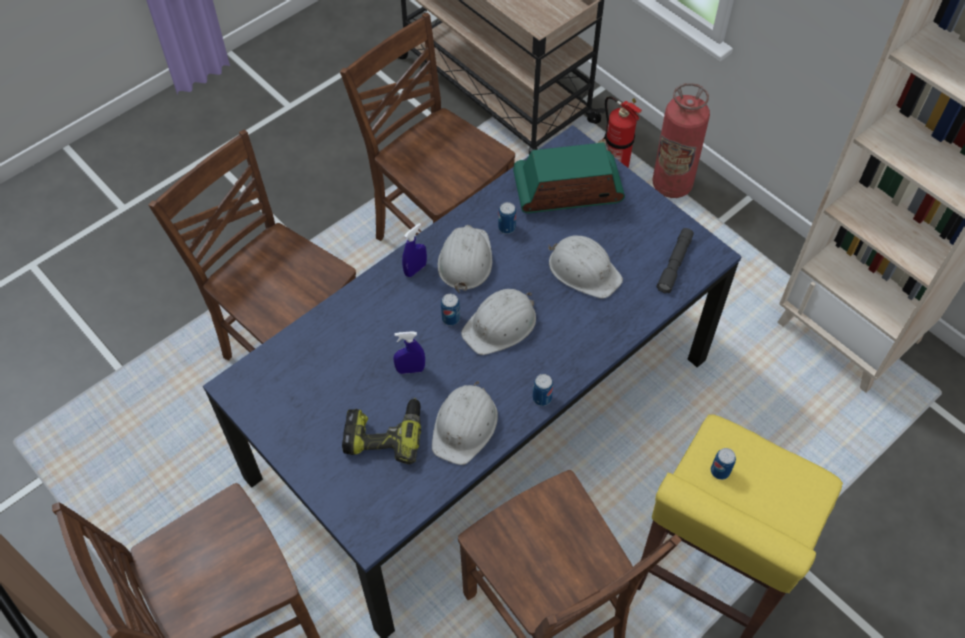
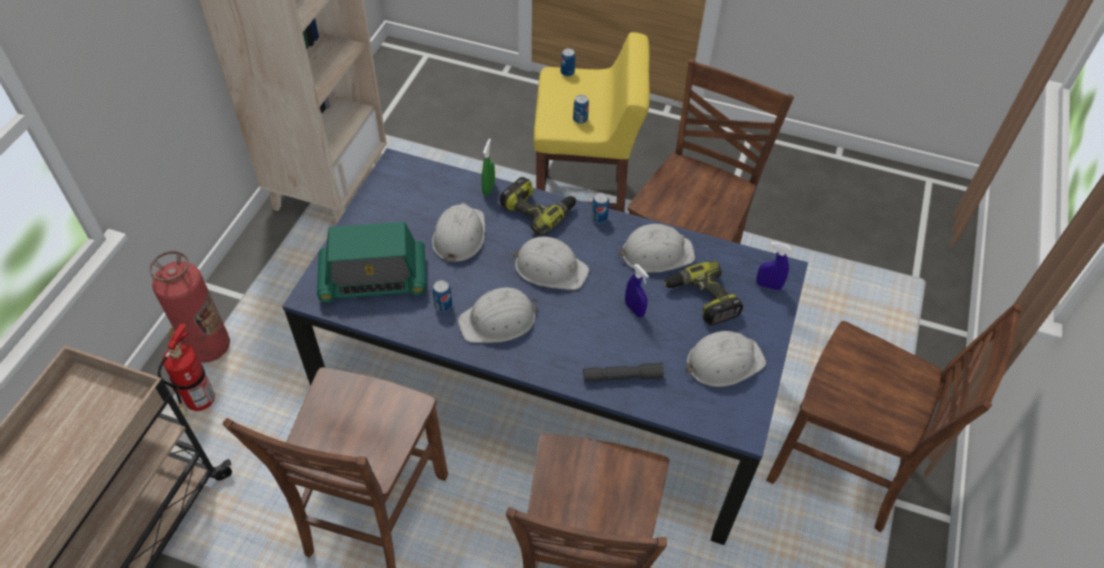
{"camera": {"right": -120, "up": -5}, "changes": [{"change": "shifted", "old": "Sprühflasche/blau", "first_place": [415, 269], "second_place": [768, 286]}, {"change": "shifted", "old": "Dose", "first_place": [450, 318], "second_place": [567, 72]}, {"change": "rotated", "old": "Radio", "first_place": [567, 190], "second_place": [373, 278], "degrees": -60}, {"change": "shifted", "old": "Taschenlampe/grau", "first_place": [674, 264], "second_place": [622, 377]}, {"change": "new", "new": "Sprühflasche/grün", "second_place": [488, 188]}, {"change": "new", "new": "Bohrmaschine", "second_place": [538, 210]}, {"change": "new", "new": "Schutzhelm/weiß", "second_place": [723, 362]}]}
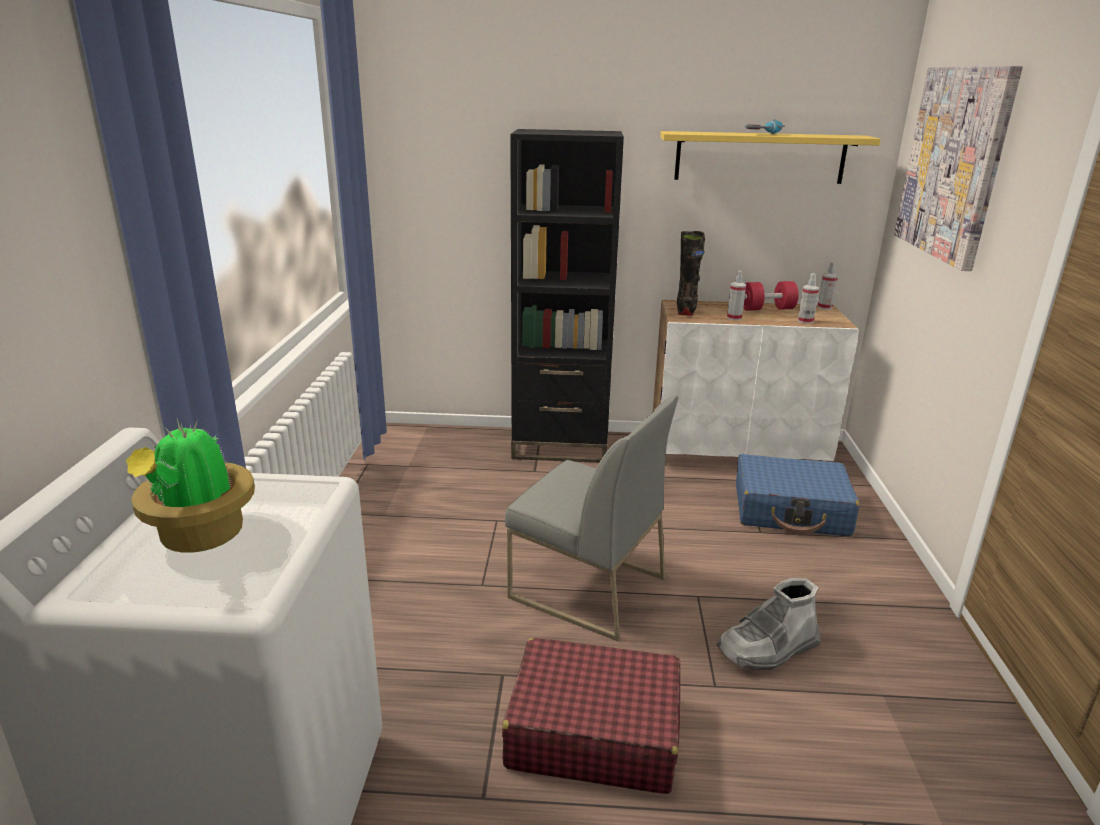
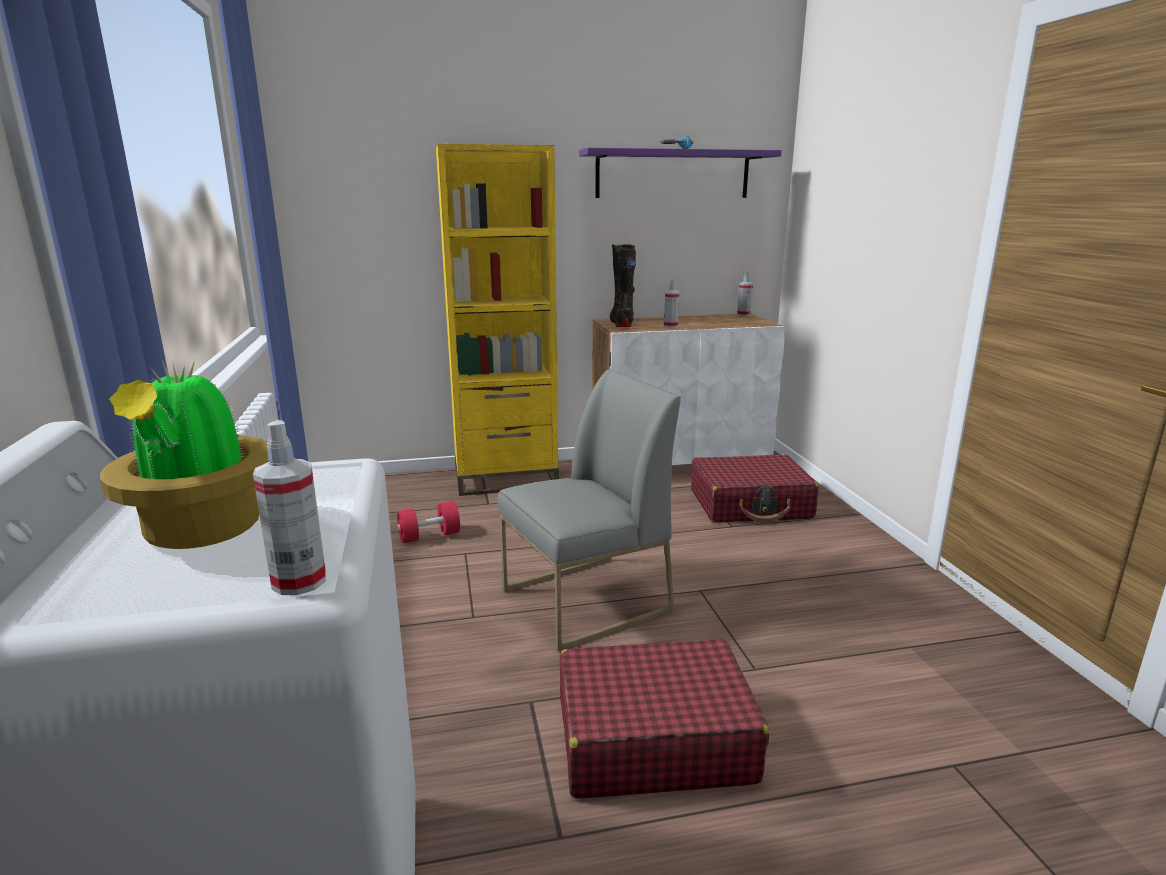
{"camera": {"right": -15, "up": -5}, "changes": [{"change": "rotated", "old": "Stuhl/grau", "first_place": [586, 588], "second_place": [586, 601], "degrees": -45}, {"change": "repainted", "old": "Bücherregal/schwarz", "new": "Bücherregal/gelb", "first_place": [560, 446], "second_place": [505, 479]}, {"change": "repainted", "old": "Wandregal/gelb", "new": "Wandregal/lila", "first_place": [760, 157], "second_place": [673, 174]}, {"change": "gone", "old": "Stiefel/grau", "first_place": [768, 649]}, {"change": "repainted", "old": "Koffer/blau", "new": "Koffer/rot", "first_place": [791, 510], "second_place": [750, 504]}, {"change": "shifted", "old": "Hantel/rot", "first_place": [767, 309], "second_place": [429, 536]}, {"change": "shifted", "old": "Sprühflasche", "first_place": [805, 321], "second_place": [299, 581]}, {"change": "gone", "old": "Bild", "first_place": [954, 163]}]}
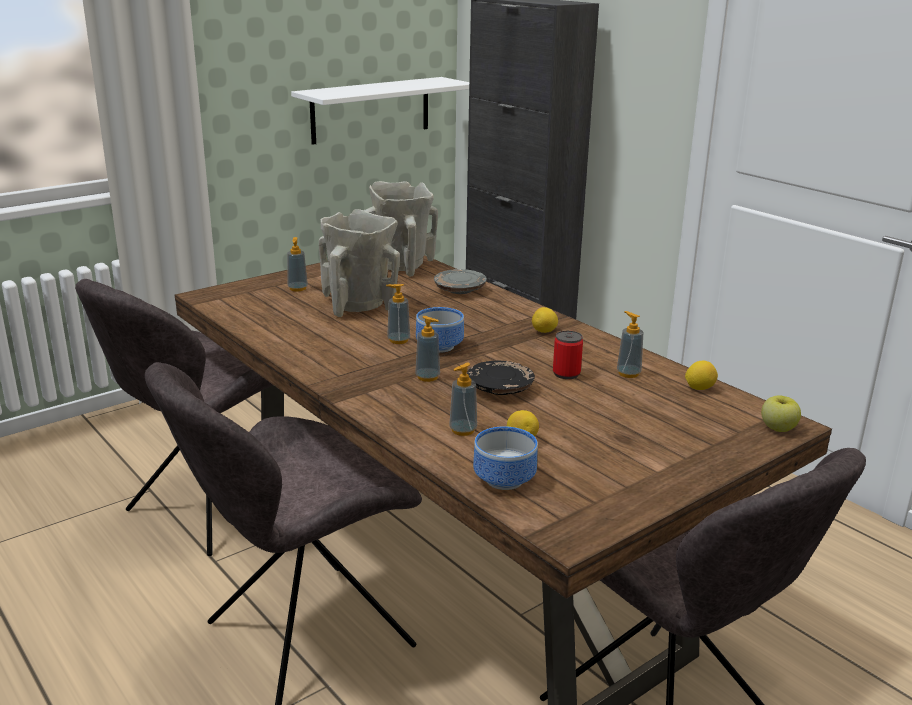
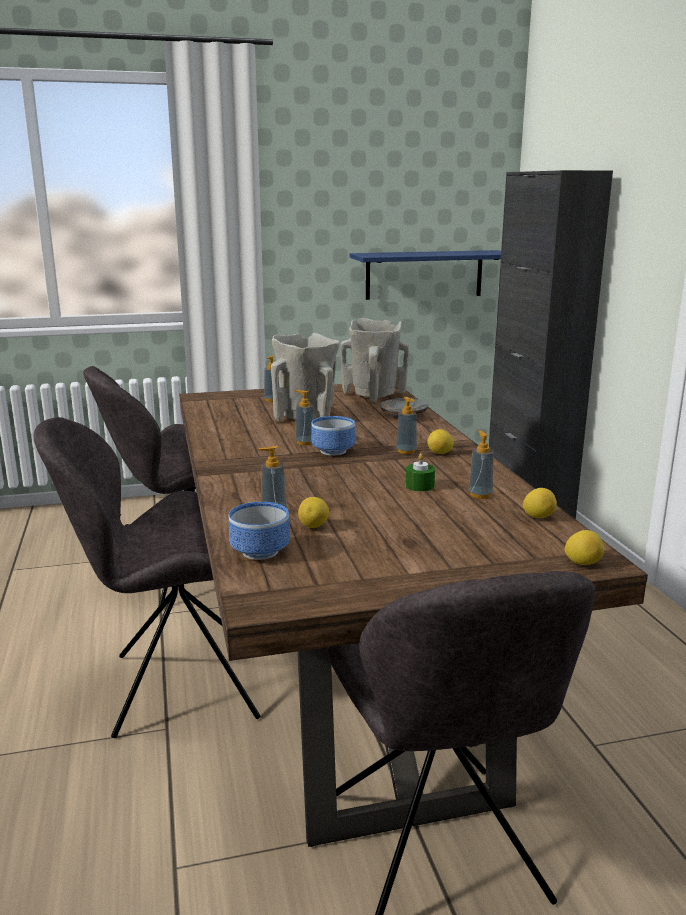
{"camera": {"right": 25, "up": -5}, "changes": [{"change": "repainted", "old": "Wandregal/weiß", "new": "Wandregal/blau", "first_place": [371, 110], "second_place": [424, 274]}, {"change": "shifted", "old": "Seifenspender", "first_place": [427, 377], "second_place": [406, 451]}, {"change": "gone", "old": "Teller/schwarz", "first_place": [500, 388]}, {"change": "swapped", "old": "Dose", "new": "Kerze/grün", "first_place": [566, 374], "second_place": [419, 486]}, {"change": "swapped", "old": "Apfel", "new": "Zitrone", "first_place": [778, 428], "second_place": [582, 563]}]}
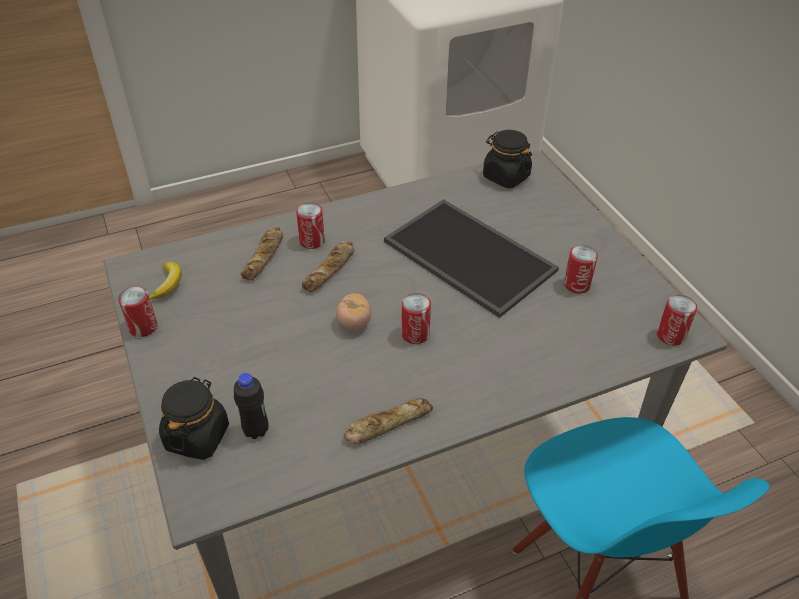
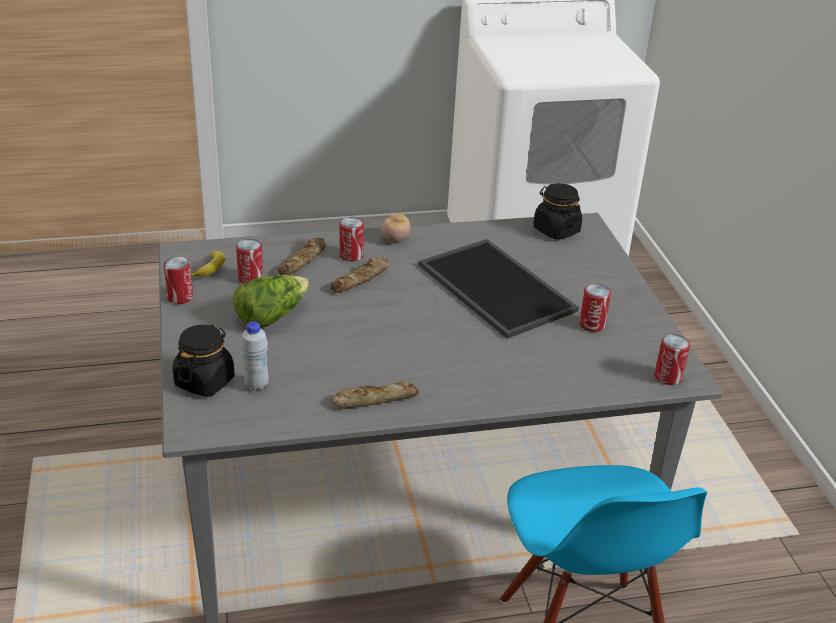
{"camera": {"right": 10, "up": -10}, "changes": [{"change": "repainted", "old": "Flasche/schwarz", "new": "Flasche/weiß", "first_place": [256, 430], "second_place": [256, 385]}, {"change": "shifted", "old": "Tomate", "first_place": [354, 323], "second_place": [395, 239]}, {"change": "shifted", "old": "Dose", "first_place": [415, 334], "second_place": [250, 278]}, {"change": "new", "new": "Salatkopf", "second_place": [271, 316]}]}
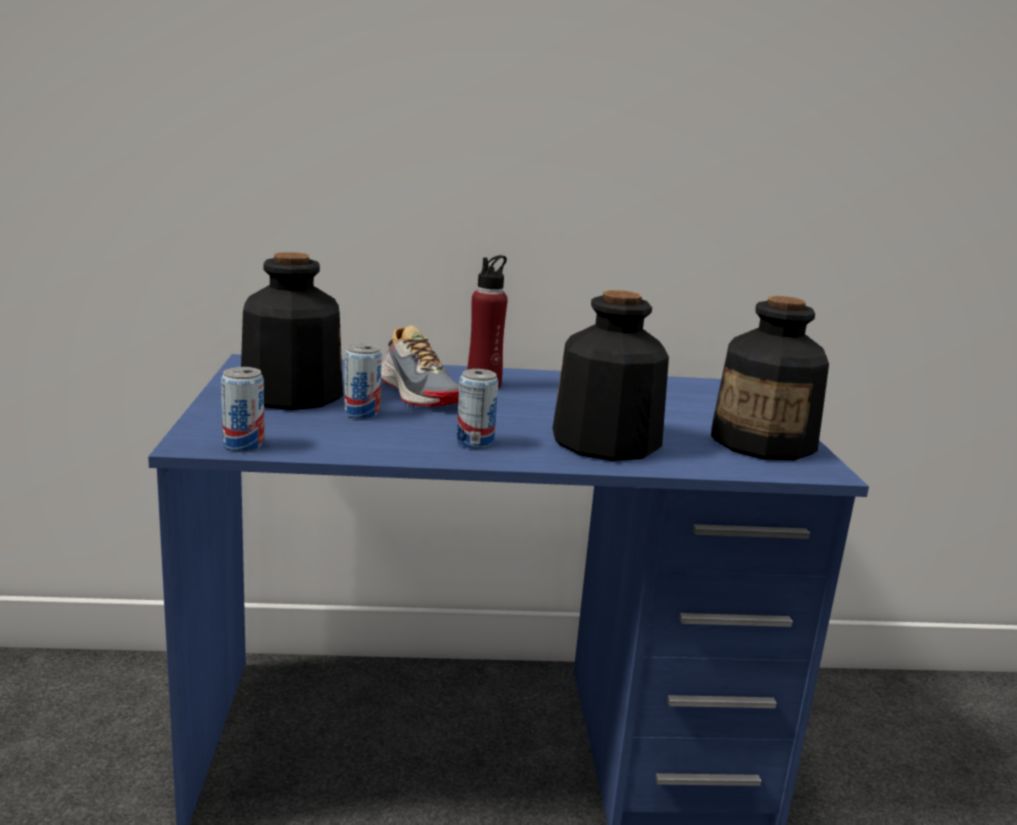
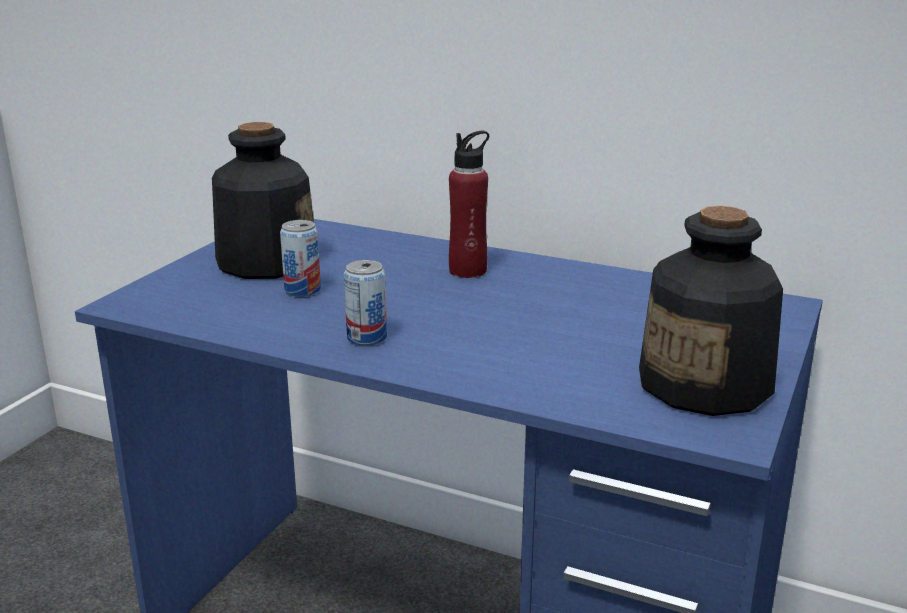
{"camera": {"right": 30, "up": 5}, "changes": [{"change": "gone", "old": "Dose", "first_place": [243, 445]}, {"change": "gone", "old": "Schuh", "first_place": [418, 392]}, {"change": "gone", "old": "Flasche", "first_place": [605, 442]}]}
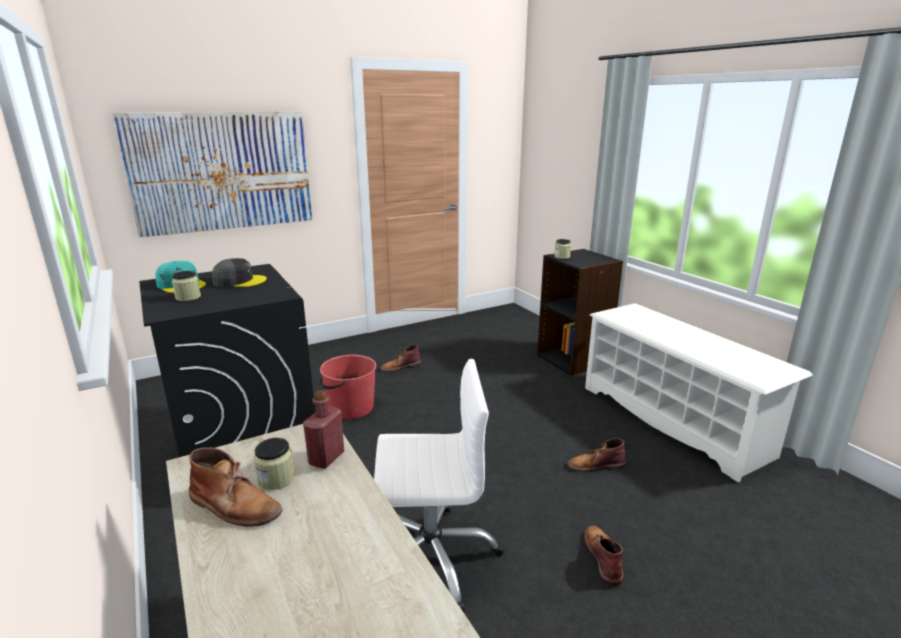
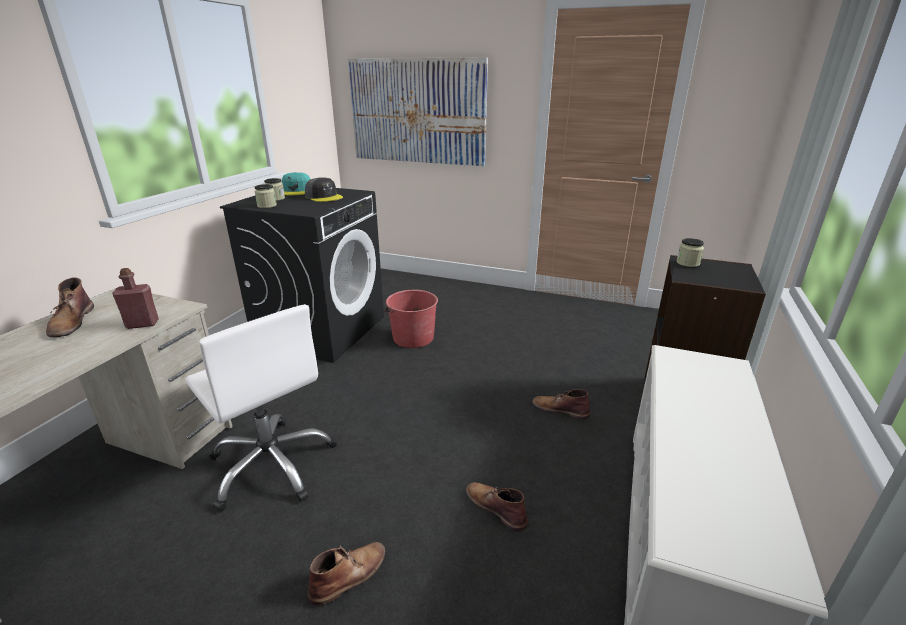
{"camera": {"right": 50, "up": 5}, "changes": [{"change": "shifted", "old": "Vorratsglas", "first_place": [276, 479], "second_place": [267, 206]}, {"change": "shifted", "old": "Stiefel/braun", "first_place": [400, 366], "second_place": [560, 409]}]}
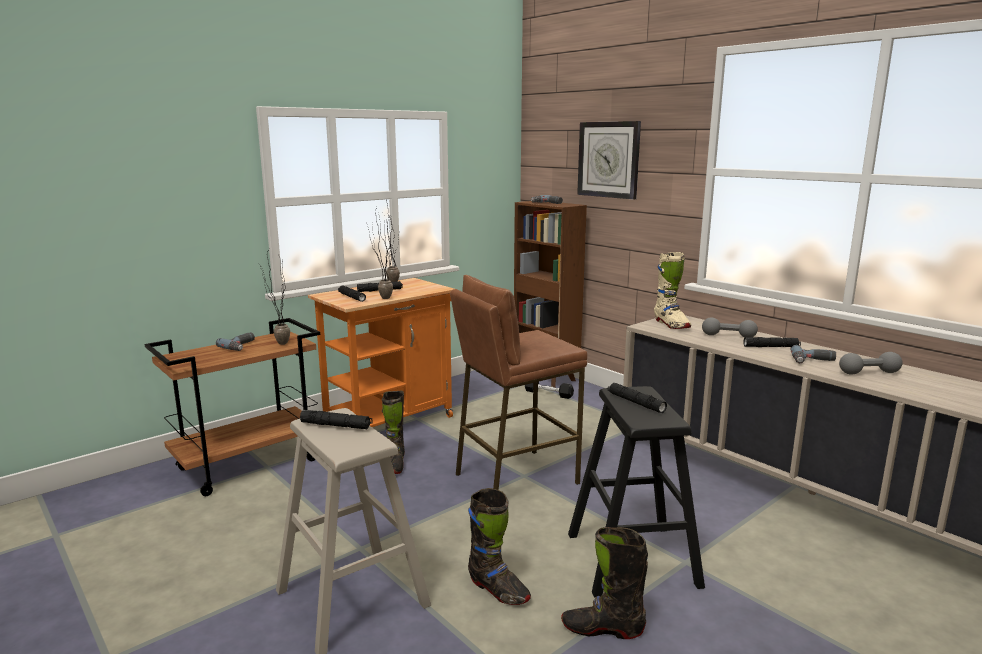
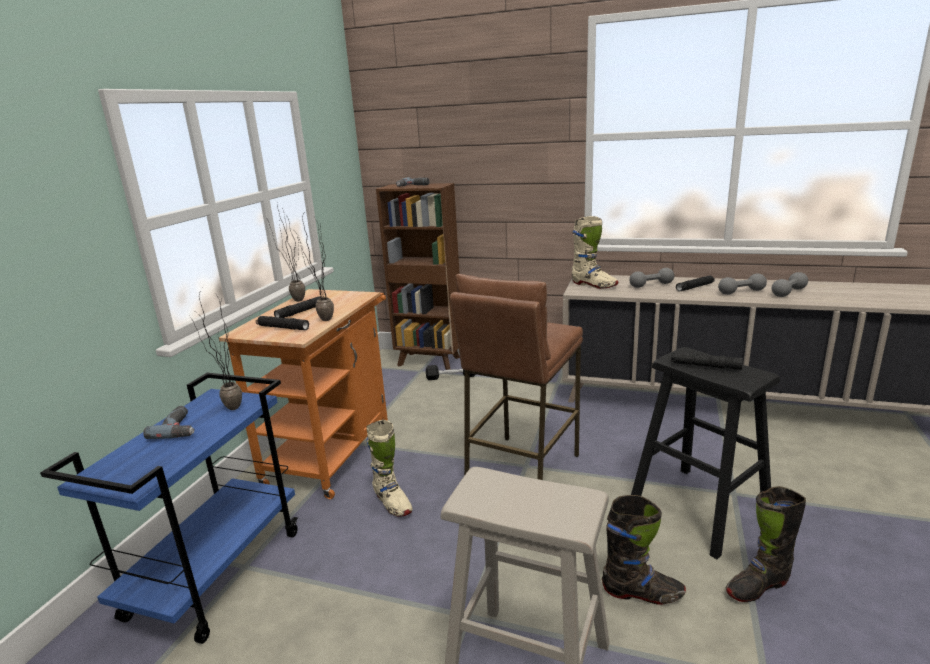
{"camera": {"right": -30, "up": 5}, "changes": [{"change": "repainted", "old": "Rollwagen/braun", "new": "Rollwagen/blau", "first_place": [250, 464], "second_place": [217, 572]}, {"change": "gone", "old": "Taschenlampe/schwarz", "first_place": [336, 425]}, {"change": "repainted", "old": "Stiefel/schwarz", "new": "Stiefel/beige", "first_place": [394, 465], "second_place": [392, 503]}, {"change": "gone", "old": "Wanduhr", "first_place": [608, 159]}, {"change": "swapped", "old": "Bohrmaschine", "new": "Hantel/grau", "first_place": [813, 361], "second_place": [741, 292]}]}
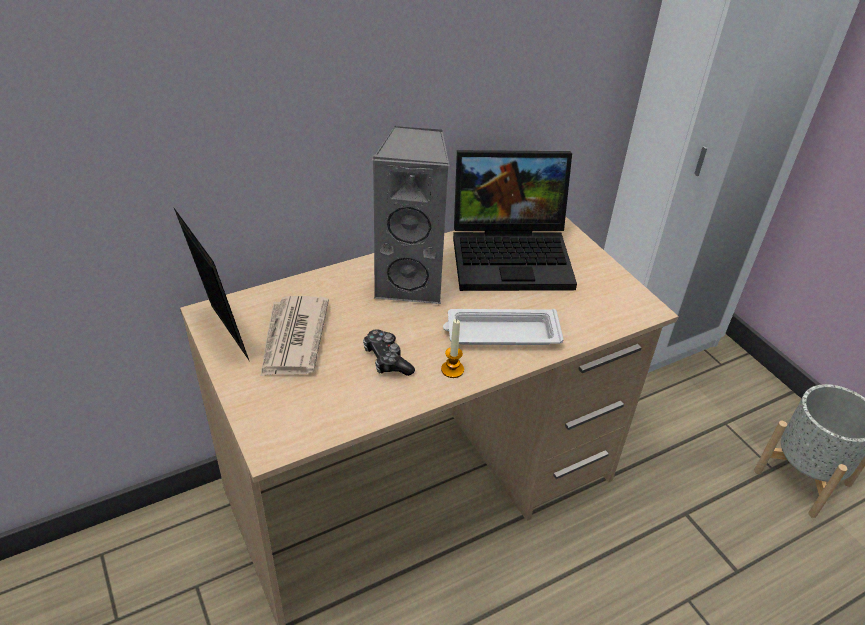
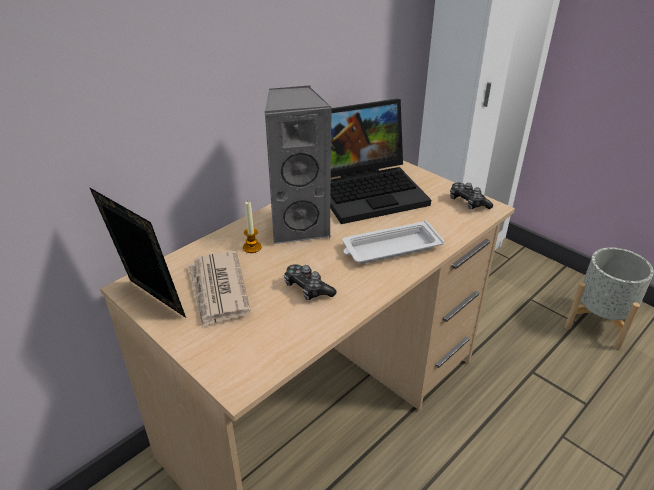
{"camera": {"right": -15, "up": -5}, "changes": [{"change": "shifted", "old": "Kerze", "first_place": [452, 370], "second_place": [252, 247]}, {"change": "new", "new": "Gamepad", "second_place": [468, 202]}]}
